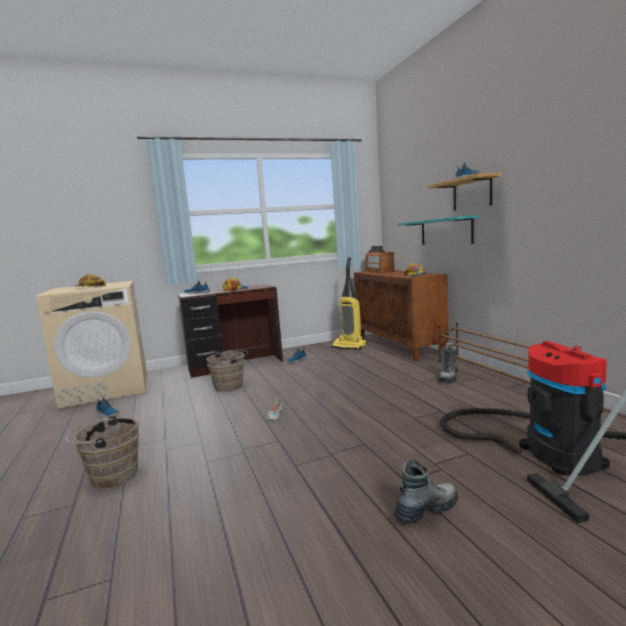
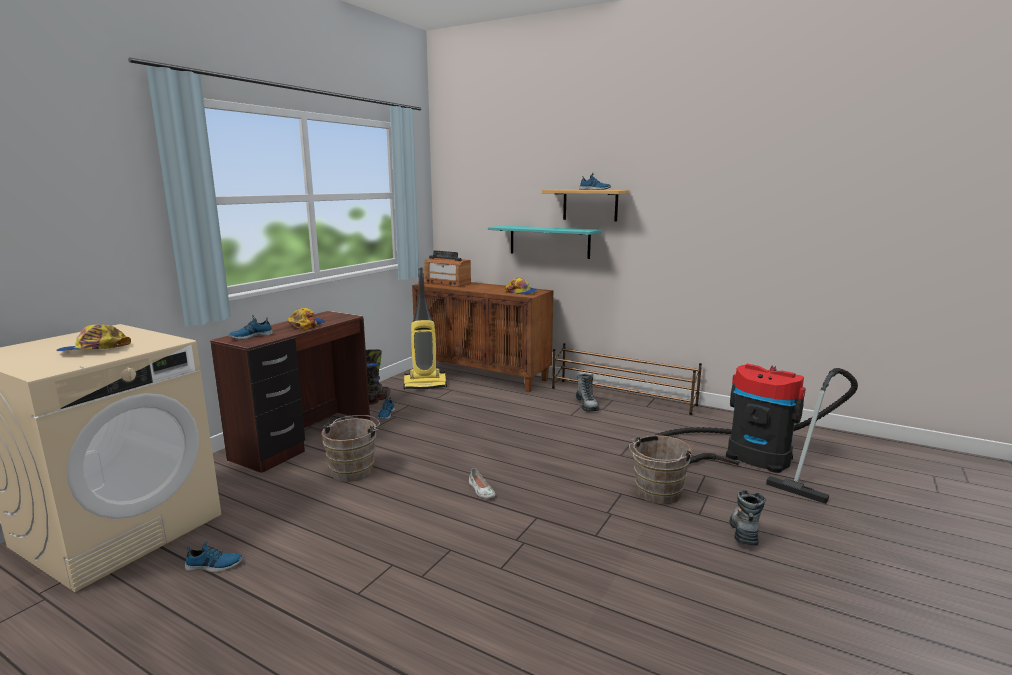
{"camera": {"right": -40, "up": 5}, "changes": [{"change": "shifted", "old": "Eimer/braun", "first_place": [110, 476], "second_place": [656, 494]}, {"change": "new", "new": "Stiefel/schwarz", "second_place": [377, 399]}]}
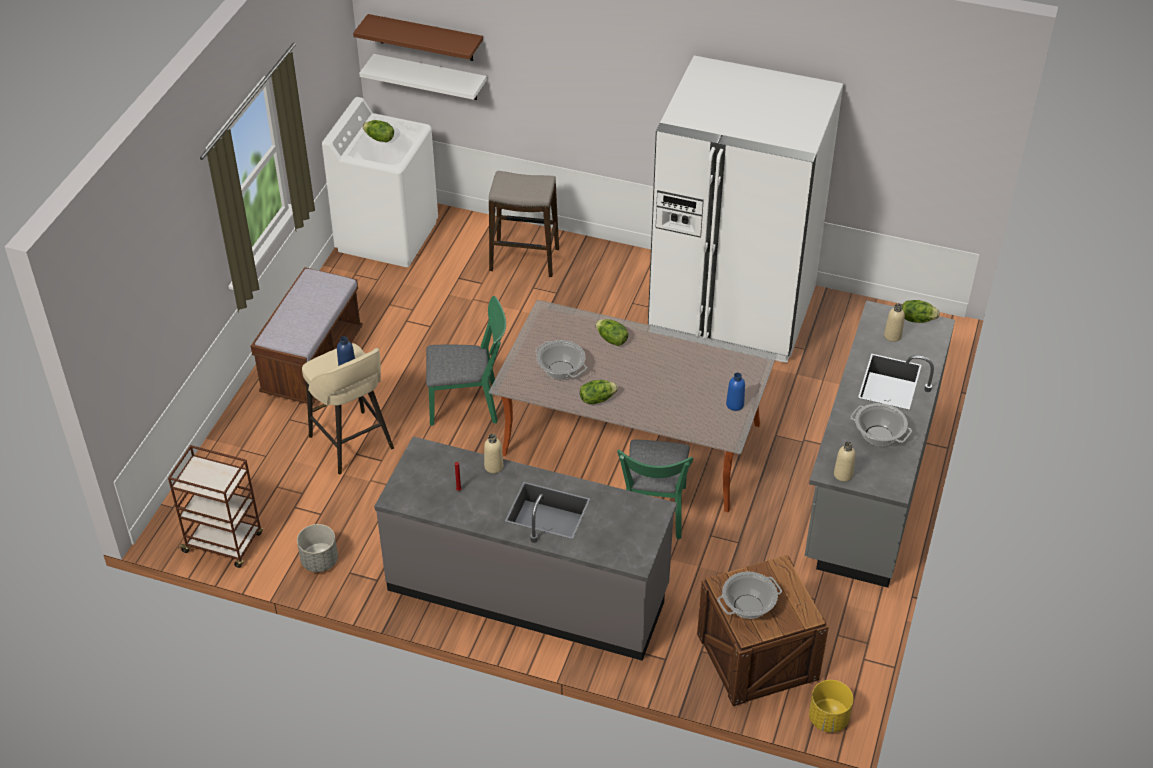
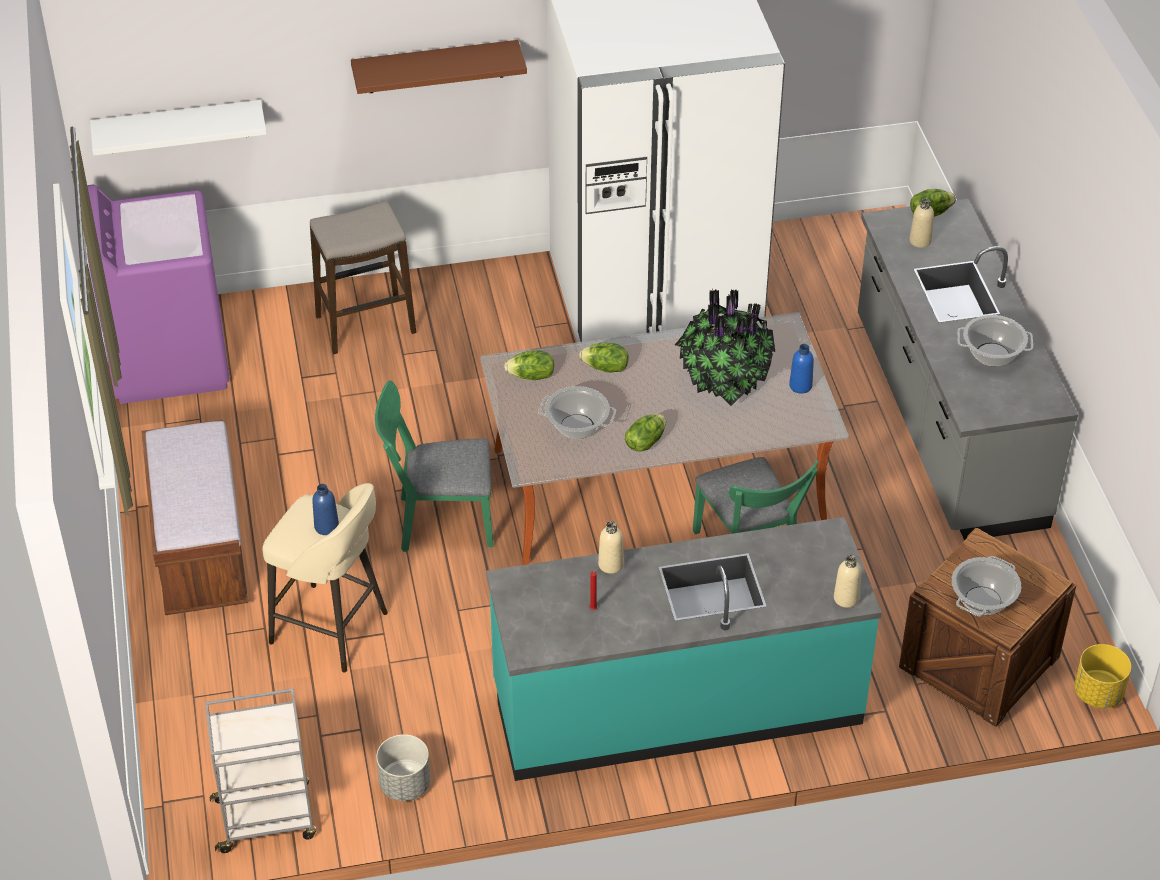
{"camera": {"right": -30, "up": 0}, "changes": [{"change": "repainted", "old": "Rollwagen/braun", "new": "Rollwagen/grau", "first_place": [224, 543], "second_place": [267, 818]}, {"change": "repainted", "old": "Waschmaschine/weiß", "new": "Waschmaschine/lila", "first_place": [387, 235], "second_place": [169, 360]}, {"change": "shifted", "old": "Wandregal/braun", "first_place": [425, 38], "second_place": [435, 67]}, {"change": "shifted", "old": "Salatkopf", "first_place": [379, 138], "second_place": [531, 376]}, {"change": "repainted", "old": "Küchenzeile/grau", "new": "Küchenzeile/türkis", "first_place": [528, 589], "second_place": [676, 704]}, {"change": "rotated", "old": "Stuhl/grün", "first_place": [470, 404], "second_place": [437, 522], "degrees": -150}, {"change": "shifted", "old": "Flasche/beige", "first_place": [843, 474], "second_place": [846, 598]}, {"change": "new", "new": "Topfpflanze", "second_place": [724, 380]}]}
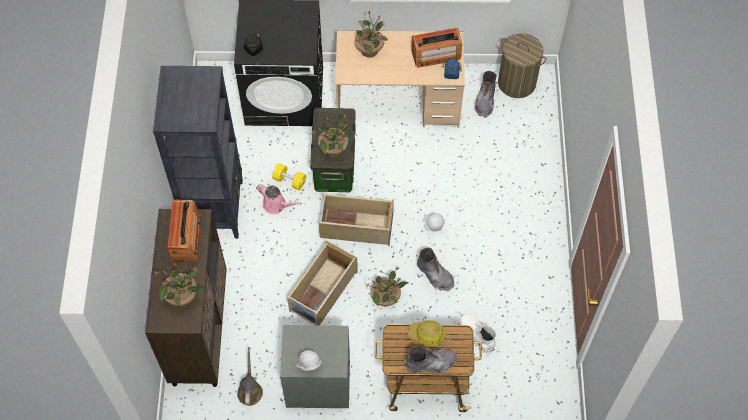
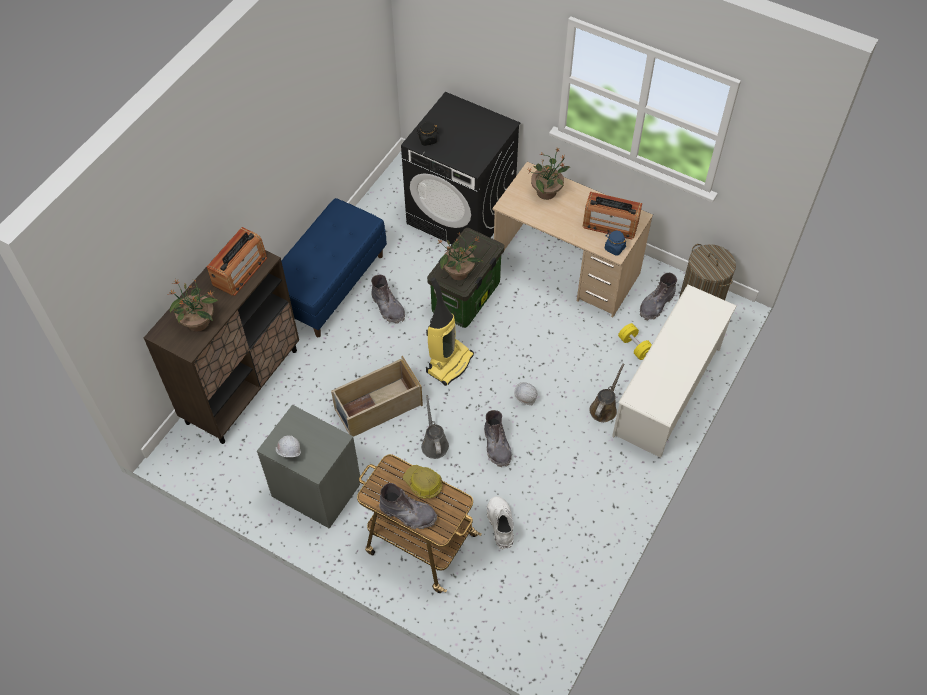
{"camera": {"right": 30, "up": -5}, "changes": [{"change": "swapped", "old": "Bücherregal/schwarz", "new": "Bank/blau", "first_place": [215, 208], "second_place": [330, 284]}, {"change": "shifted", "old": "Gießkanne/braun", "first_place": [250, 390], "second_place": [604, 408]}, {"change": "swapped", "old": "Gießkanne/rosa", "new": "Stiefel/grau", "first_place": [276, 205], "second_place": [388, 307]}, {"change": "shifted", "old": "Hantel/gelb", "first_place": [289, 181], "second_place": [635, 346]}, {"change": "swapped", "old": "Aufbewahrungsbox/beige", "new": "Staubsauger", "first_place": [356, 227], "second_place": [449, 363]}, {"change": "swapped", "old": "Topfpflanze", "new": "Gießkanne/grau", "first_place": [386, 298], "second_place": [434, 443]}, {"change": "new", "new": "Schuhregal/weiß", "second_place": [668, 391]}]}
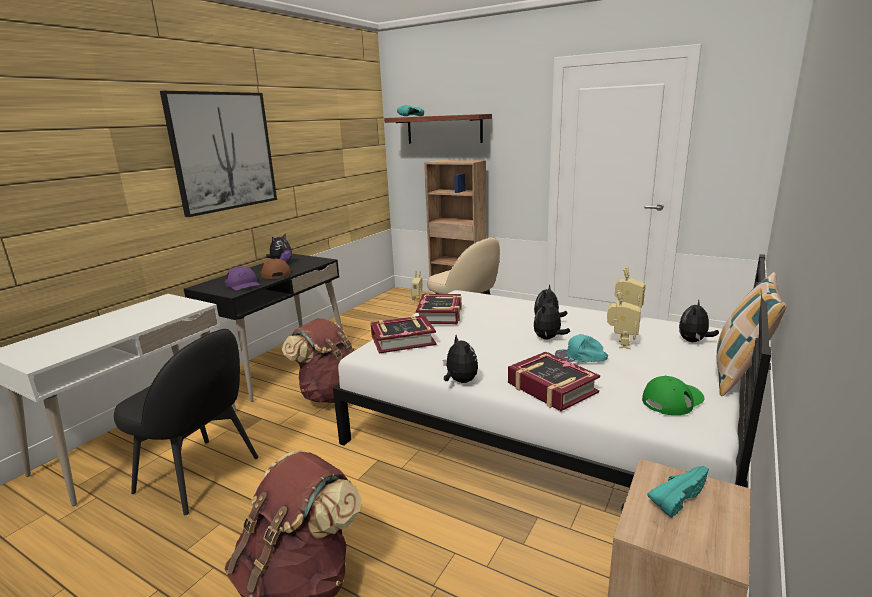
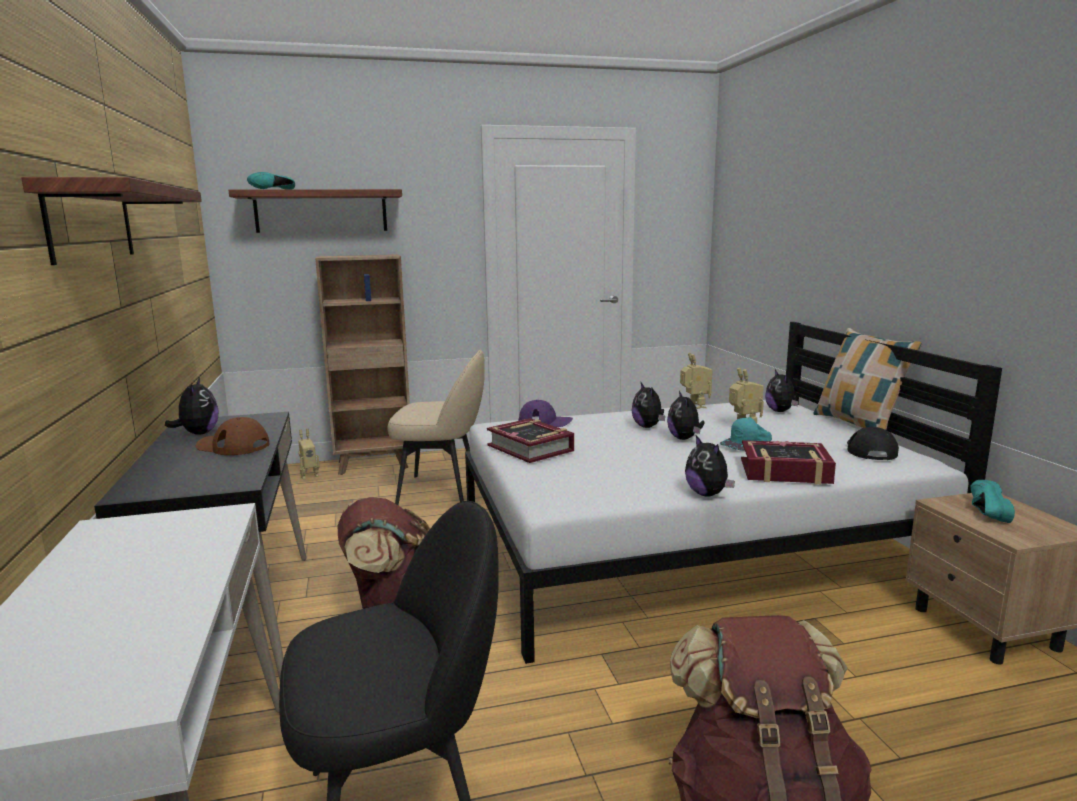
{"camera": {"right": -45, "up": -5}, "changes": [{"change": "swapped", "old": "Bild", "new": "Wandregal", "first_place": [223, 151], "second_place": [91, 222]}, {"change": "shifted", "old": "Kappe/lila", "first_place": [243, 284], "second_place": [545, 422]}, {"change": "gone", "old": "Buch", "first_place": [403, 340]}, {"change": "rotated", "old": "Plüschtier", "first_place": [460, 381], "second_place": [707, 494], "degrees": -135}, {"change": "repainted", "old": "Kappe/grün", "new": "Kappe/schwarz", "first_place": [672, 400], "second_place": [870, 450]}]}
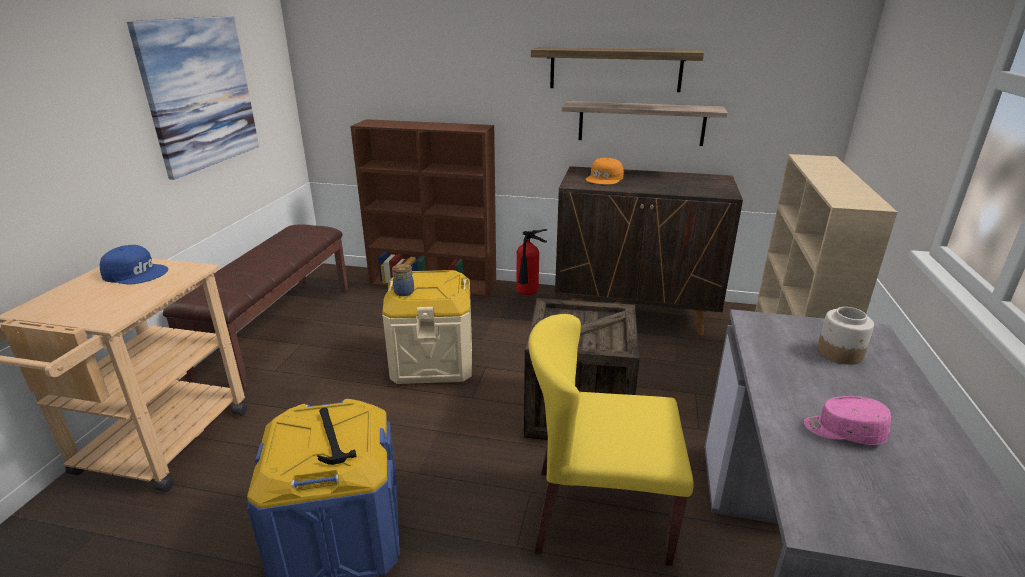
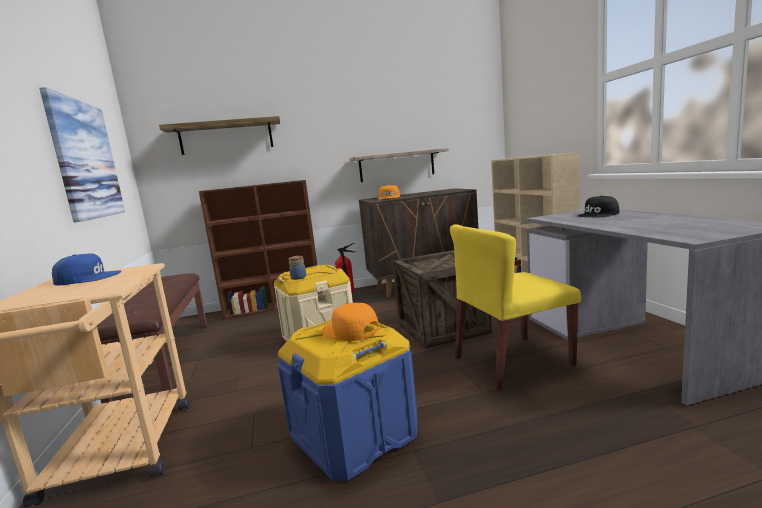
{"camera": {"right": -25, "up": -15}, "changes": [{"change": "swapped", "old": "Hammer", "new": "Kappe/orange", "first_place": [330, 437], "second_place": [350, 330]}, {"change": "shifted", "old": "Wandregal", "first_place": [615, 69], "second_place": [226, 137]}, {"change": "gone", "old": "Kappe/rosa", "first_place": [843, 431]}, {"change": "swapped", "old": "Vorratsglas", "new": "Kappe/schwarz", "first_place": [840, 353], "second_place": [599, 214]}]}
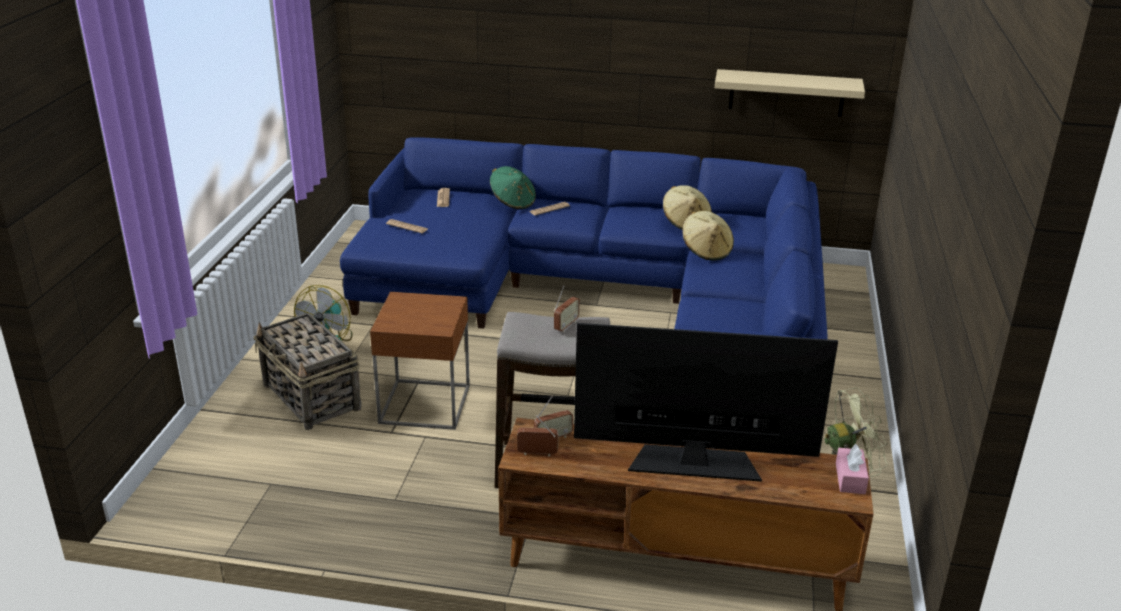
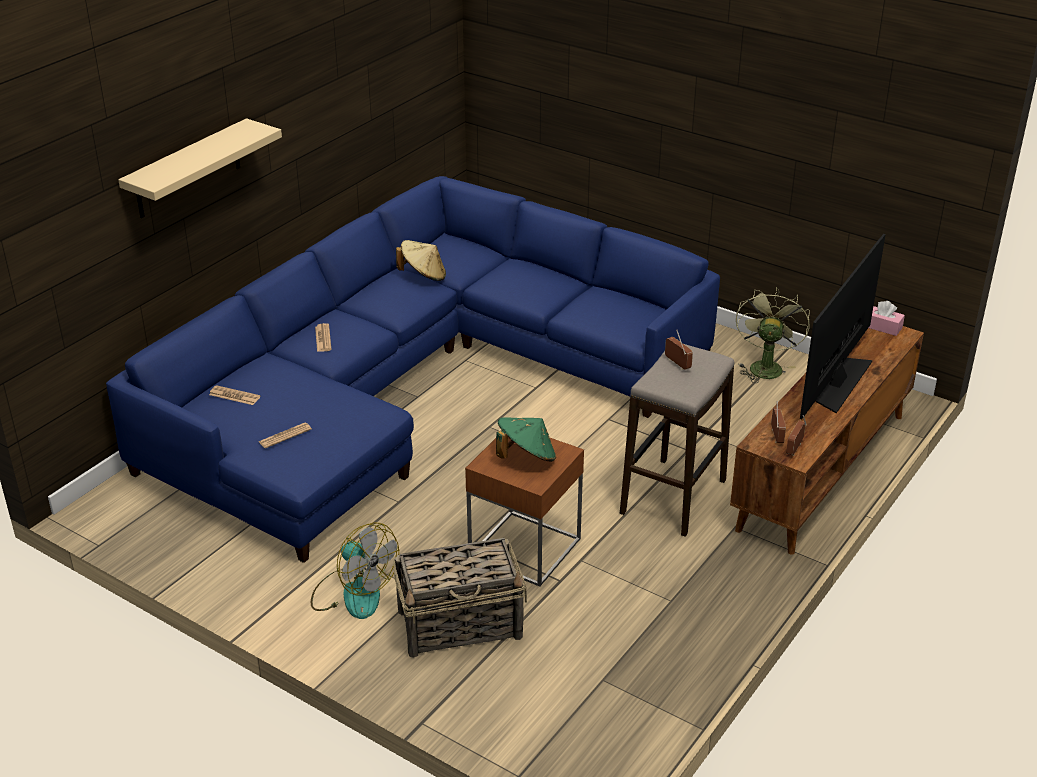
{"camera": {"right": -65, "up": 5}, "changes": [{"change": "shifted", "old": "Hut/grün", "first_place": [512, 202], "second_place": [526, 457]}, {"change": "gone", "old": "Hut/beige", "first_place": [706, 251]}, {"change": "shifted", "old": "Wandregal/beige", "first_place": [786, 93], "second_place": [188, 169]}]}
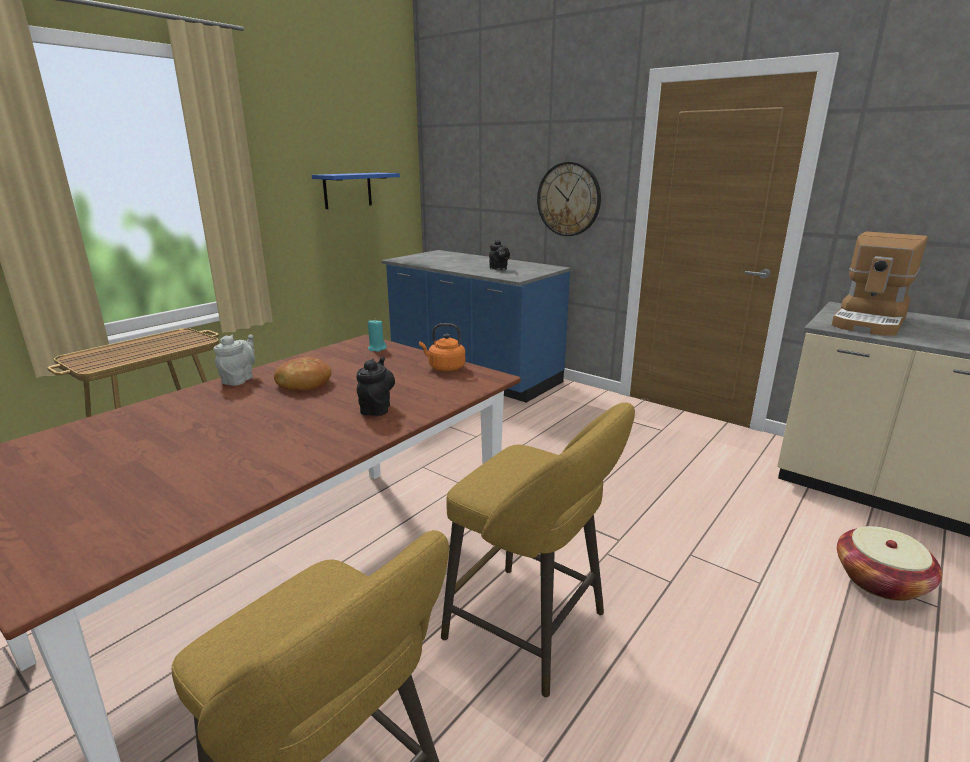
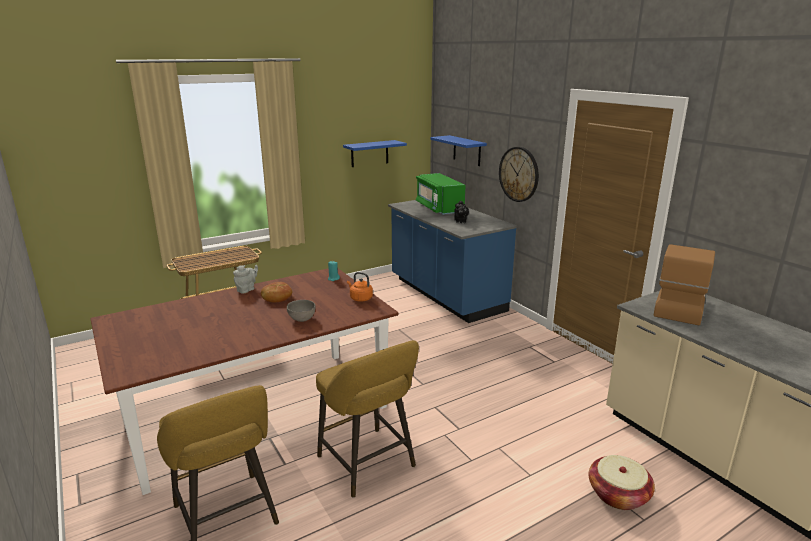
{"camera": {"right": 20, "up": 0}, "changes": [{"change": "swapped", "old": "Teekanne/schwarz", "new": "Schüssel/grau", "first_place": [376, 408], "second_place": [301, 319]}, {"change": "rotated", "old": "Kaffeemaschine", "first_place": [870, 321], "second_place": [678, 307], "degrees": 150}, {"change": "new", "new": "Mikrowelle/grün", "second_place": [439, 208]}, {"change": "new", "new": "Wandregal/blau", "second_place": [467, 150]}]}
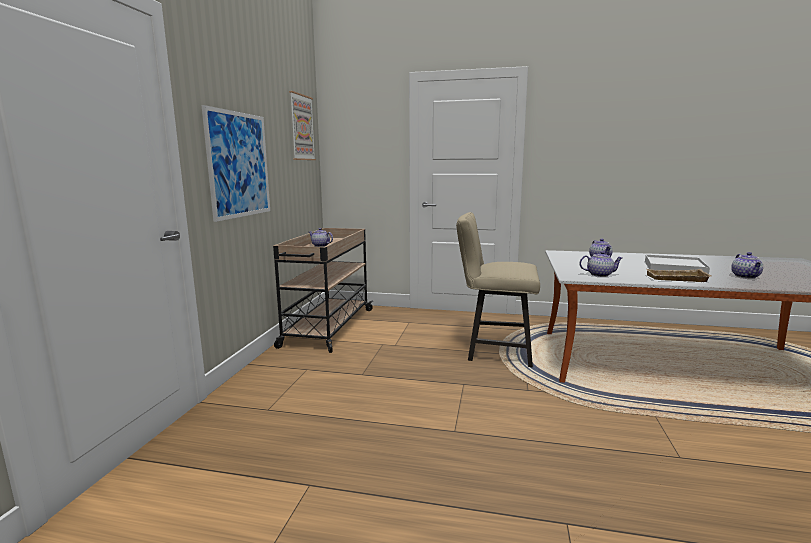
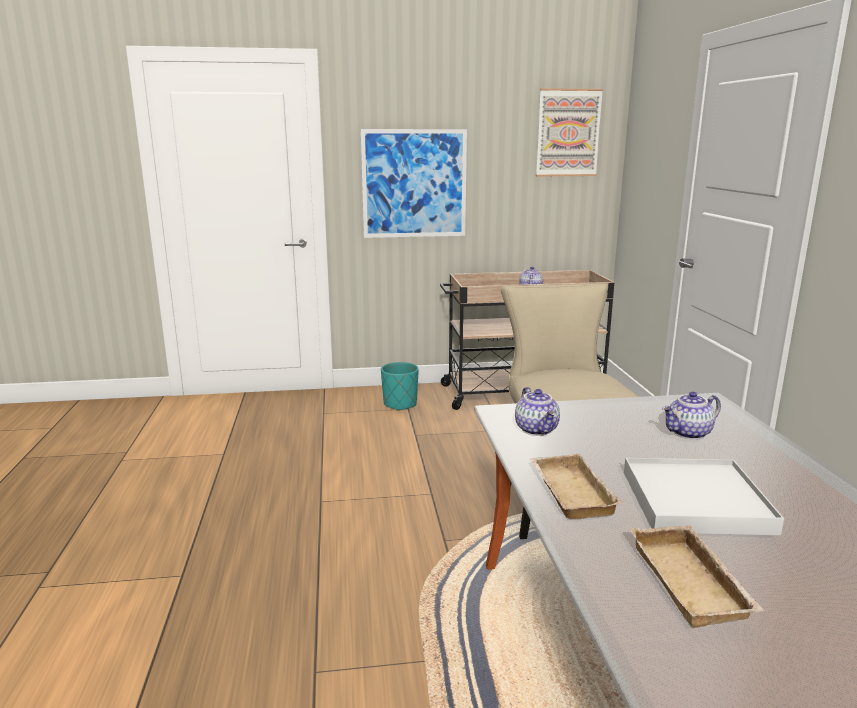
{"camera": {"right": 70, "up": 5}, "changes": [{"change": "swapped", "old": "Teekanne", "new": "Tablett/beige", "first_place": [746, 276], "second_place": [693, 583]}, {"change": "new", "new": "Pflanzkübel/türkis", "second_place": [400, 404]}]}
